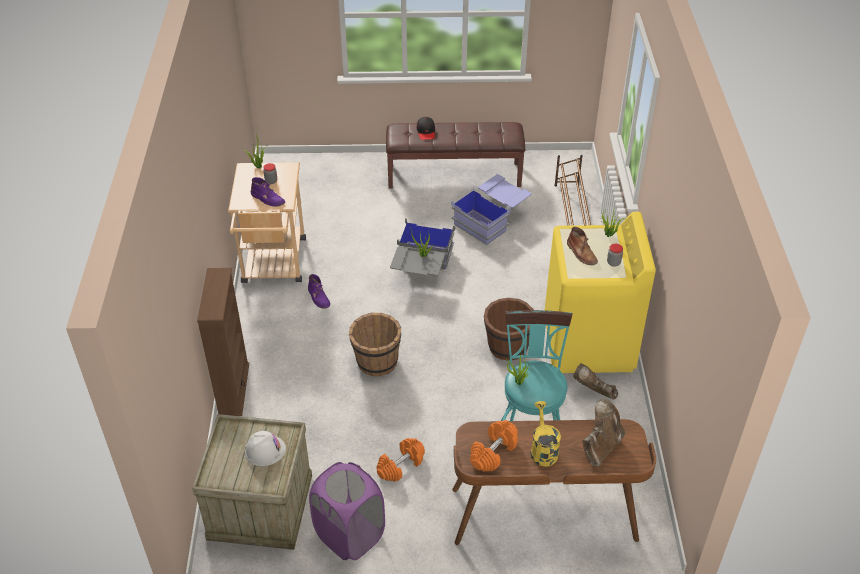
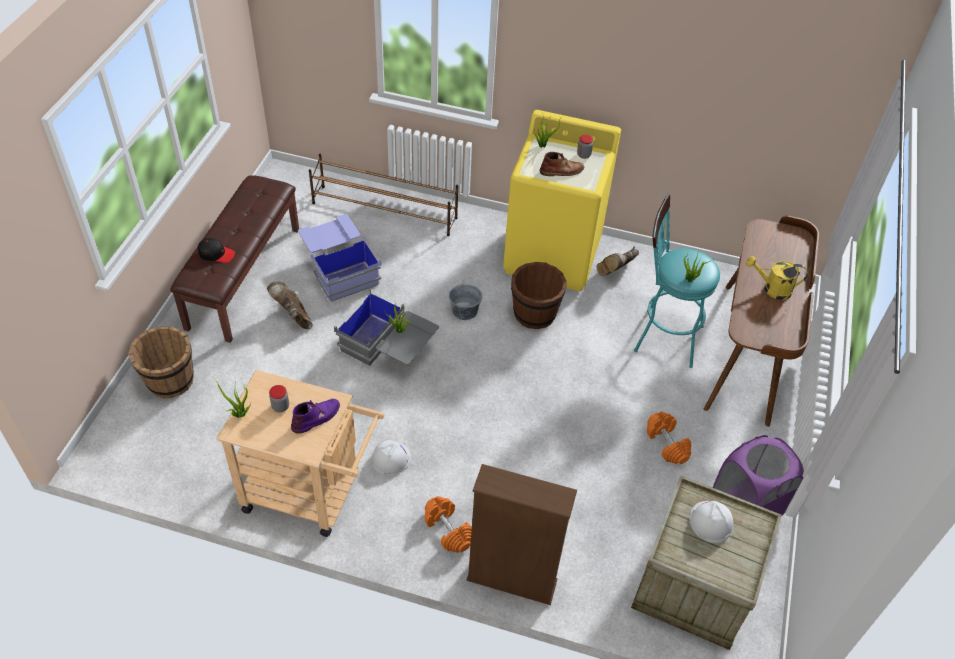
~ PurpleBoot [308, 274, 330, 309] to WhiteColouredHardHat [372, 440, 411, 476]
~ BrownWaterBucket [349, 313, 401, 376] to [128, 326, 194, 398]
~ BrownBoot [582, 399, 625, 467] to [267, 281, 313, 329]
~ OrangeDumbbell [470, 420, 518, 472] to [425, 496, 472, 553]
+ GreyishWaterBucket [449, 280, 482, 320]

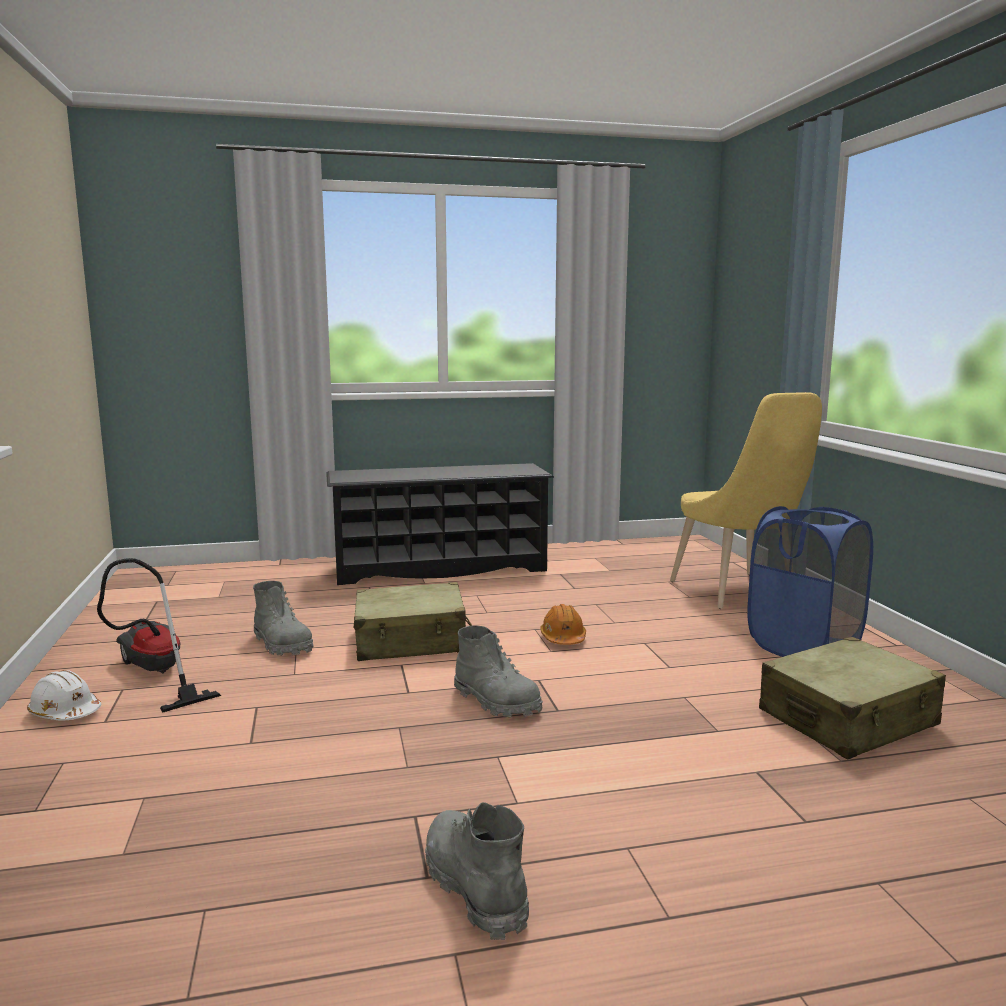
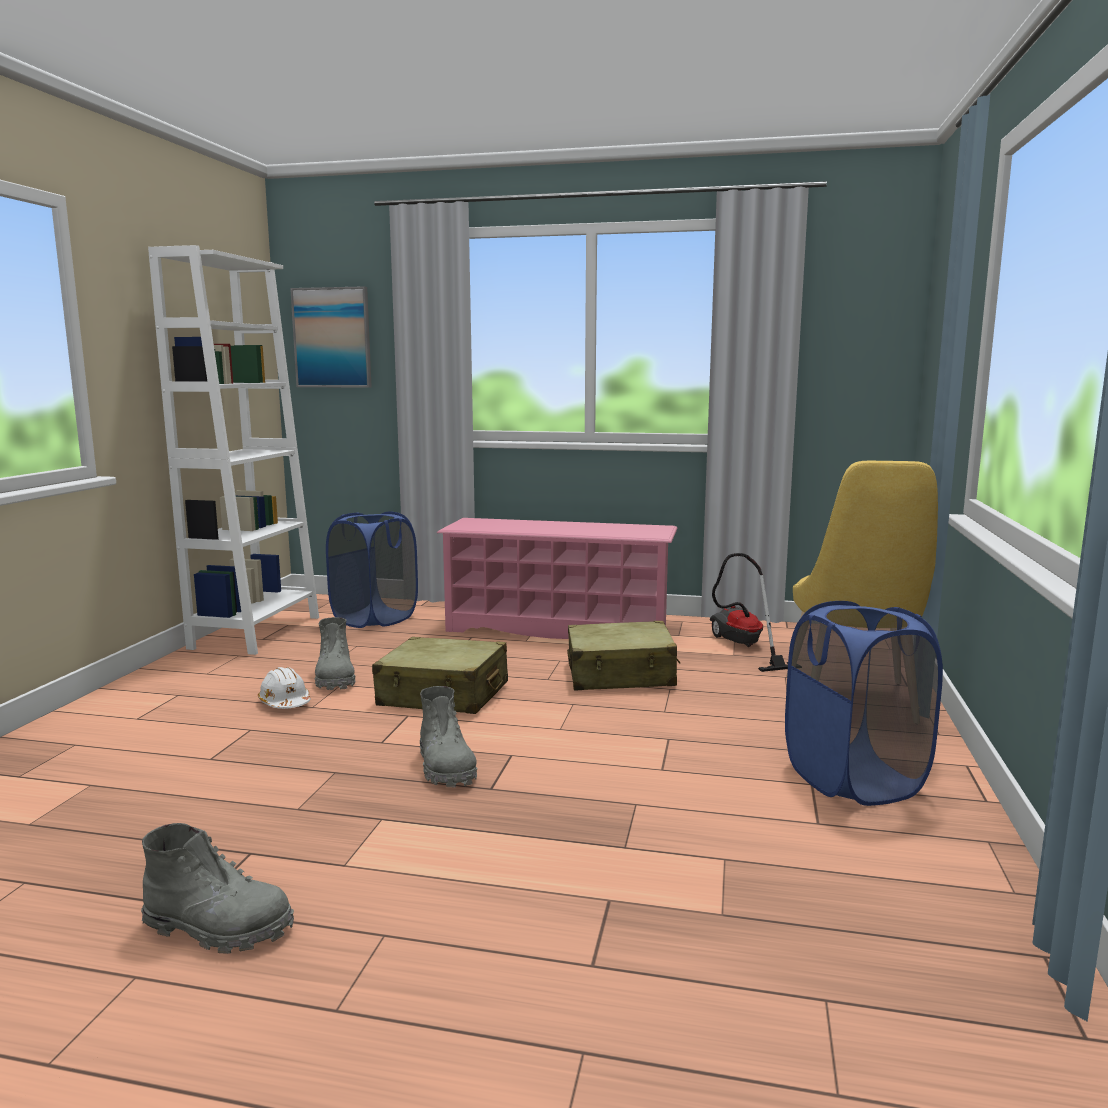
~ BlackishShoeStand [326, 463, 554, 585] to PinkShoeStand [437, 518, 678, 639]
~ Vacuum [97, 558, 221, 713] to [710, 553, 788, 672]
- OrangeHardHat [540, 604, 586, 645]
~ BeigePieceOfLuggage [759, 637, 946, 759] to [567, 621, 680, 691]
~ WhiteColouredHardHat [27, 670, 101, 720] to [258, 667, 311, 709]
~ GreyishBoot [425, 802, 529, 940] = [141, 823, 294, 954] 105 degrees clockwise
+ WhiteColouredBookshelf [148, 245, 319, 655]
+ WallArt [290, 286, 372, 388]
+ BluishLaundryBasket [326, 512, 418, 628]

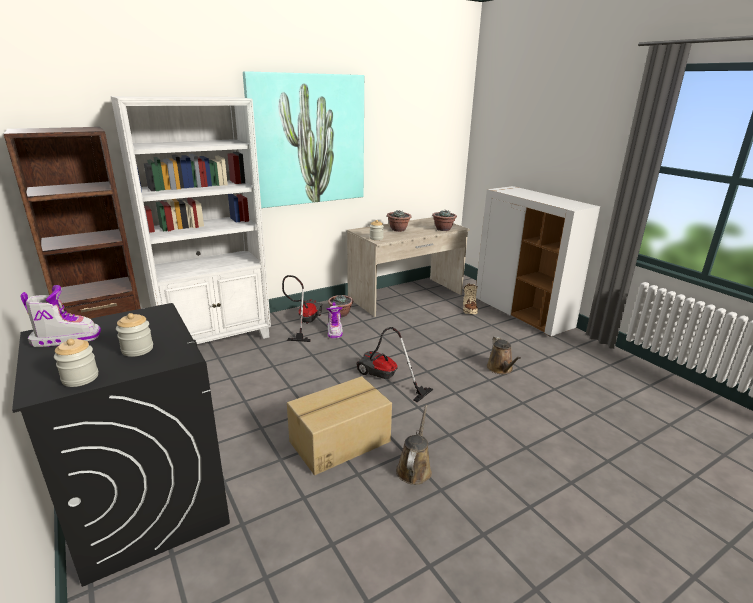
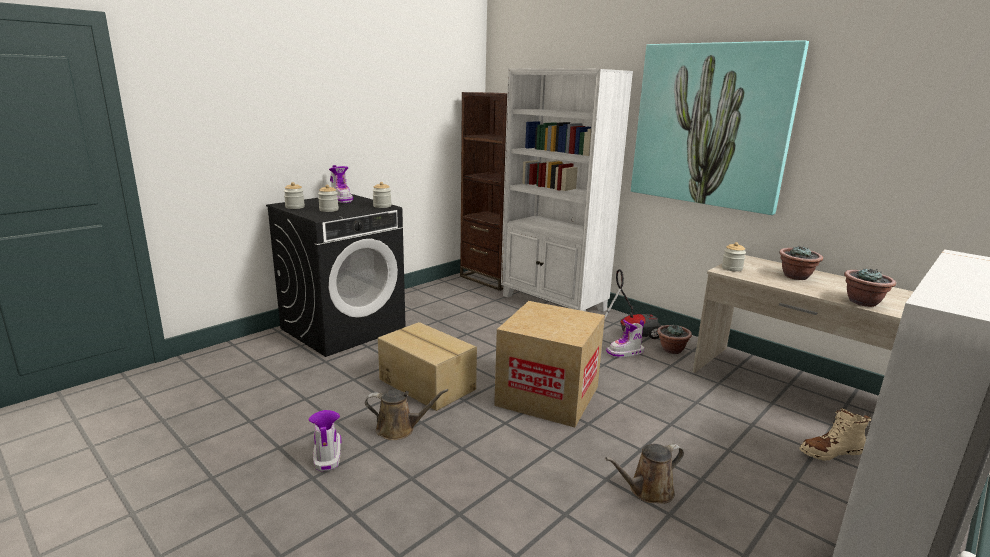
~ Vacuum [356, 327, 433, 403] to CardboardBox [494, 301, 605, 427]
+ StorageJar [373, 182, 391, 208]
+ Boot [309, 410, 341, 471]

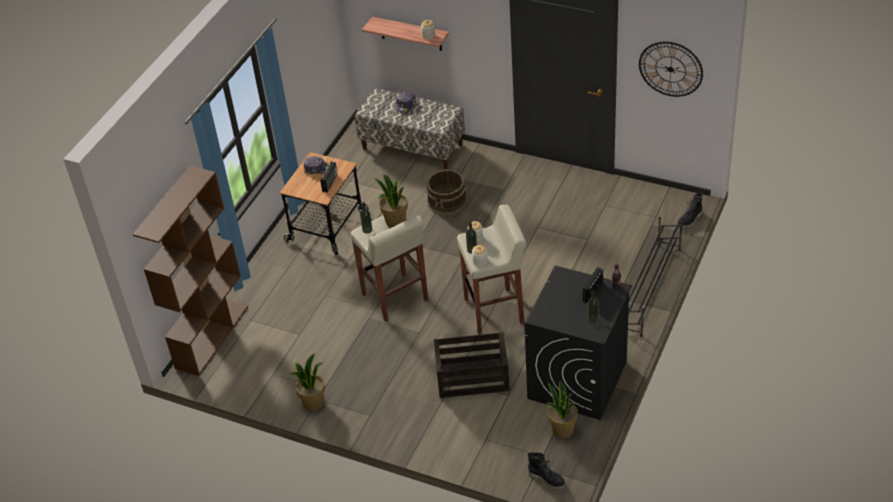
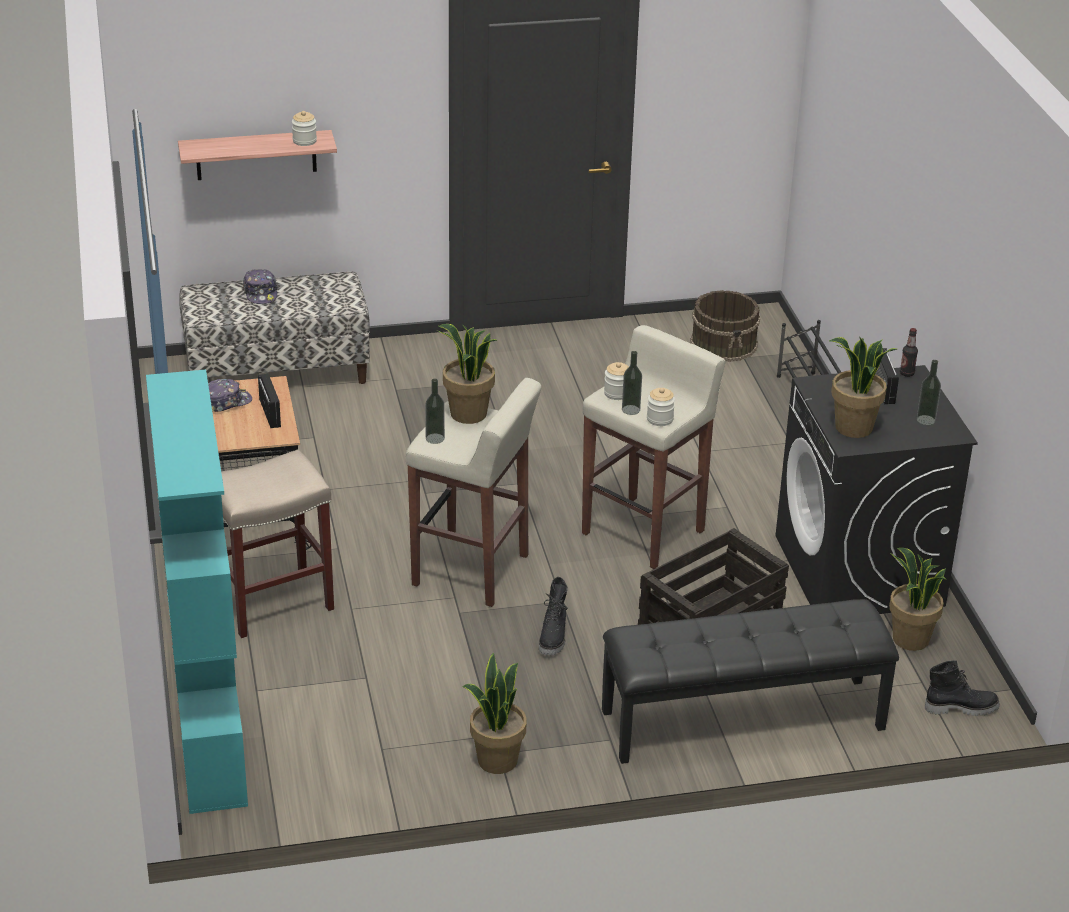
- HangingClock [639, 42, 703, 97]
~ BrownBookshelf [133, 166, 248, 376] to TurquoiseBookshelf [146, 370, 248, 814]
~ BrownWaterBucket [426, 169, 467, 215] to [690, 290, 760, 362]
~ BlackishBoot [677, 193, 703, 228] to [539, 577, 568, 656]
+ Houseplant [829, 336, 897, 438]
+ BeigeStool [221, 449, 334, 638]
+ BlackishBench [602, 599, 899, 764]

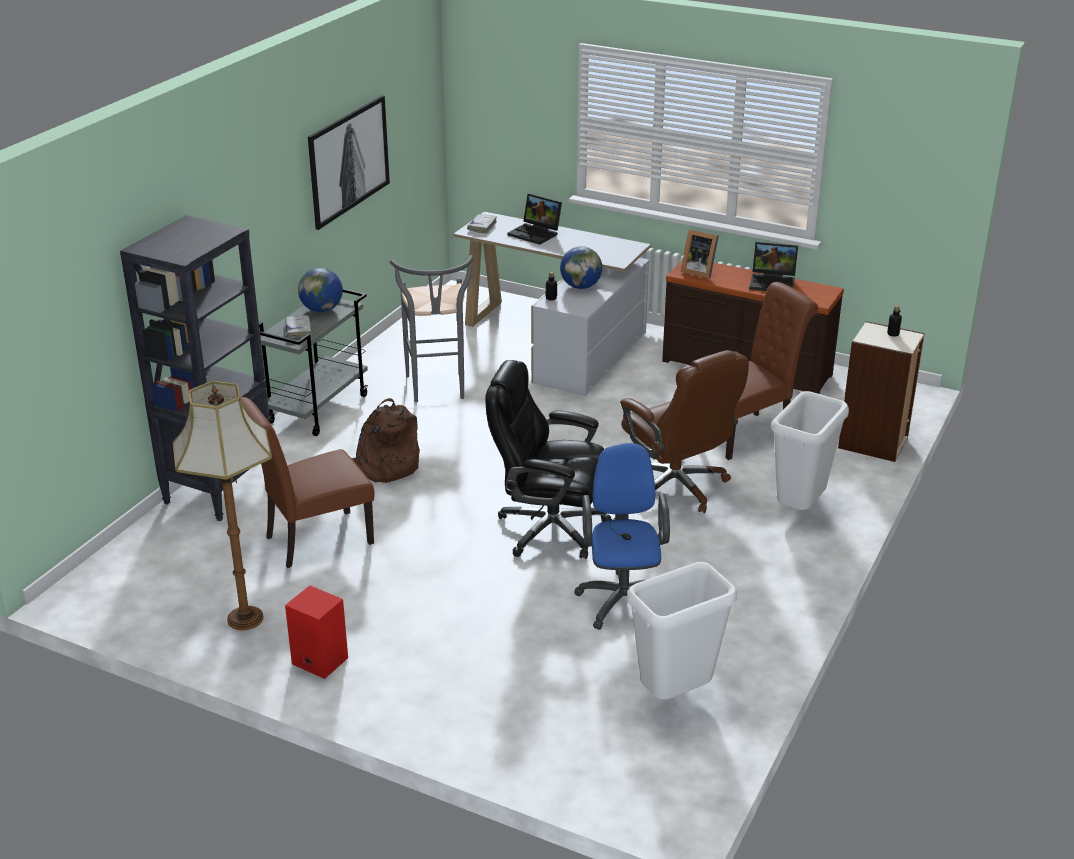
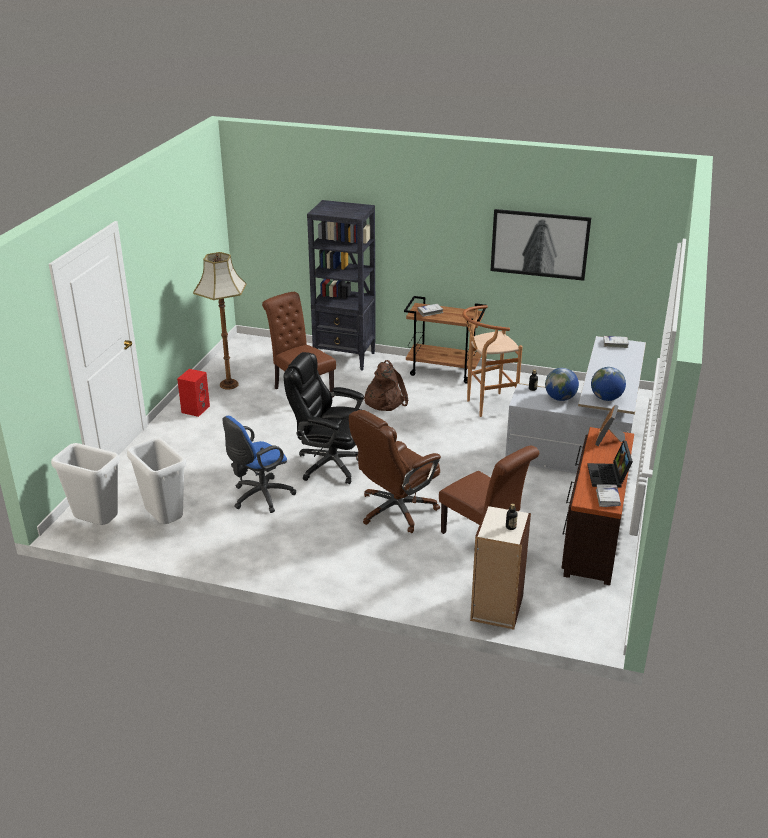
- PortableComputer [508, 193, 562, 245]
~ GreyishStool [390, 255, 474, 402] to BrownStool [462, 305, 523, 417]
~ DeskGlobe [298, 268, 343, 312] to [591, 367, 626, 401]
~ GreyishWheeledCart [259, 289, 368, 436] to BrownWheeledCart [404, 296, 486, 384]
~ BlackishDeskChair [485, 360, 611, 559] = [284, 352, 364, 484] 75 degrees counterclockwise
~ WhiteColouredRubbishBin [771, 391, 849, 510] to [51, 443, 120, 525]
~ BluishDeskChair [574, 443, 670, 630] = [223, 416, 296, 513] 150 degrees clockwise
+ WhiteColouredBook [596, 484, 621, 507]

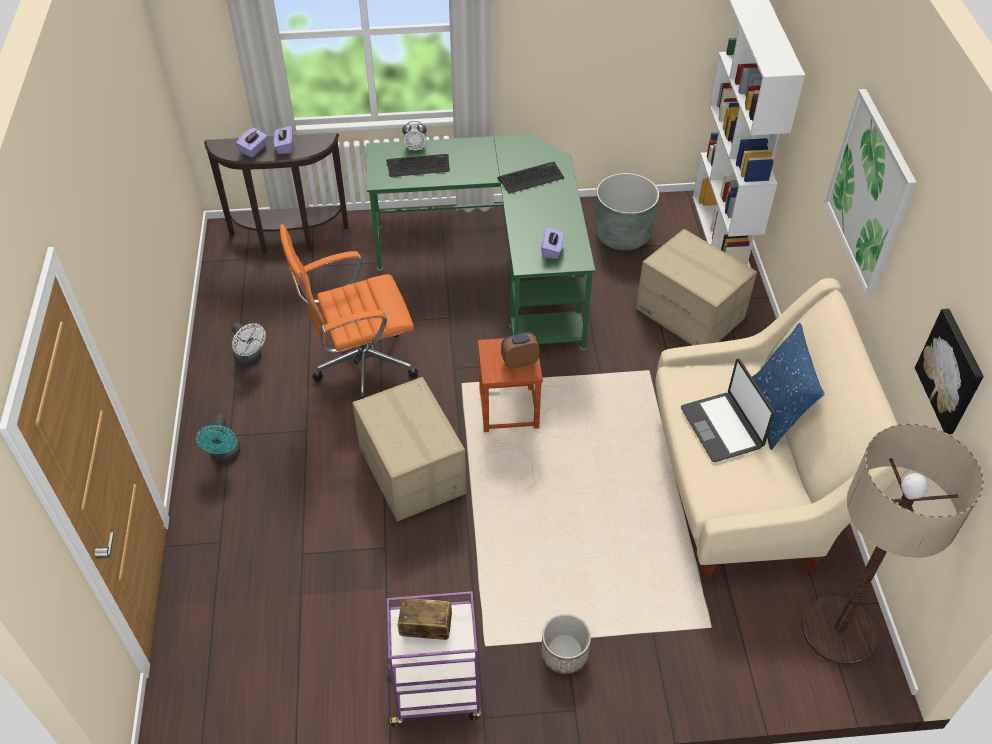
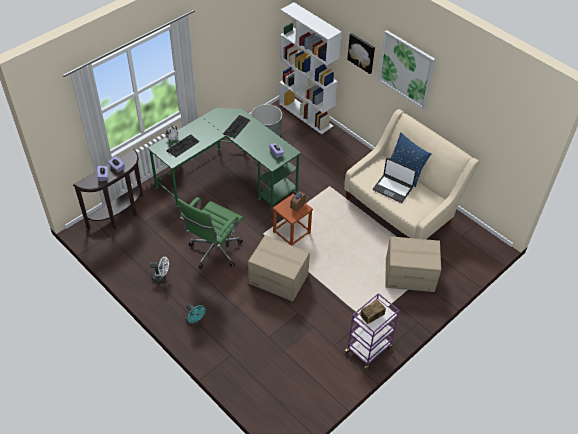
~ OrangeDeskChair [280, 224, 418, 399] to GreenDeskChair [177, 197, 243, 269]
~ CardboardBox [636, 229, 757, 345] to [385, 236, 441, 292]
~ WallArt [915, 309, 984, 434] to [347, 33, 375, 74]
- StandardLamp [801, 424, 983, 665]
- PlantPot [541, 614, 591, 674]

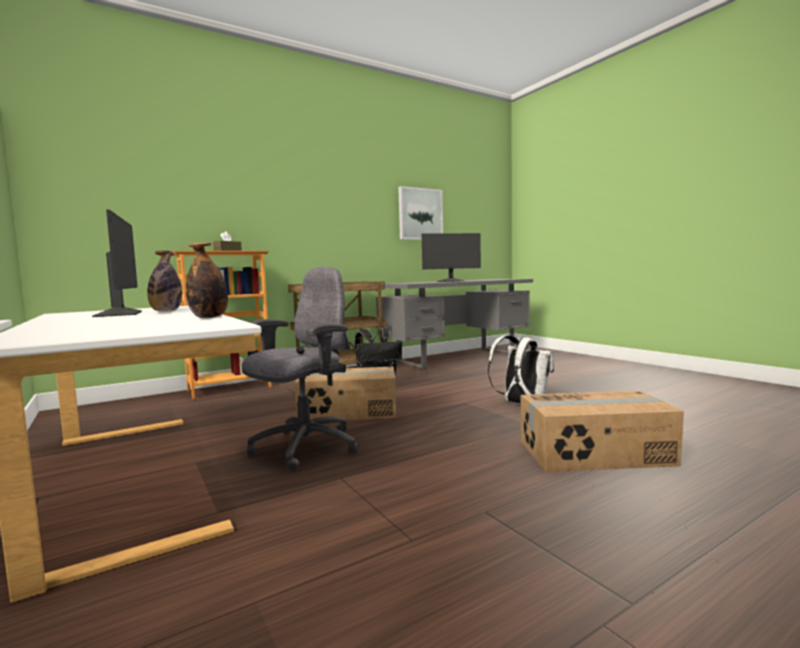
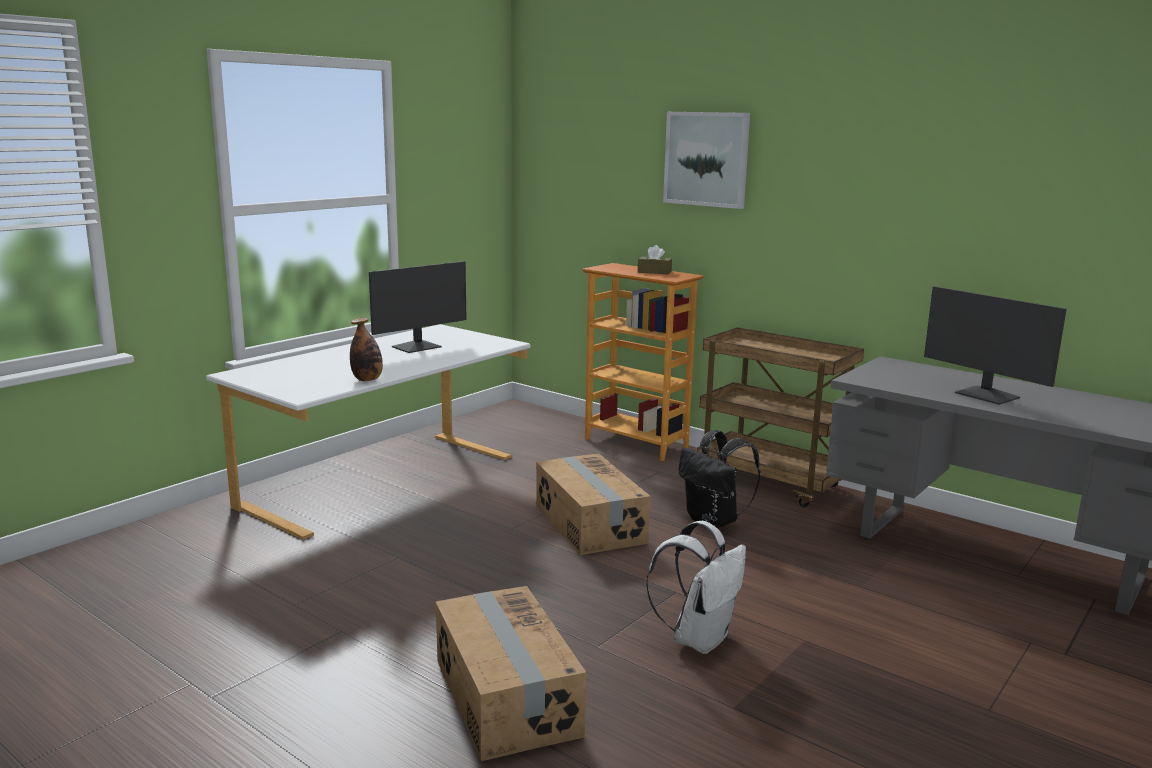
~ WallArt [398, 186, 443, 240] to [663, 112, 750, 209]
- BeverageBottle [148, 251, 182, 311]
- GreyishDeskChair [242, 266, 359, 471]

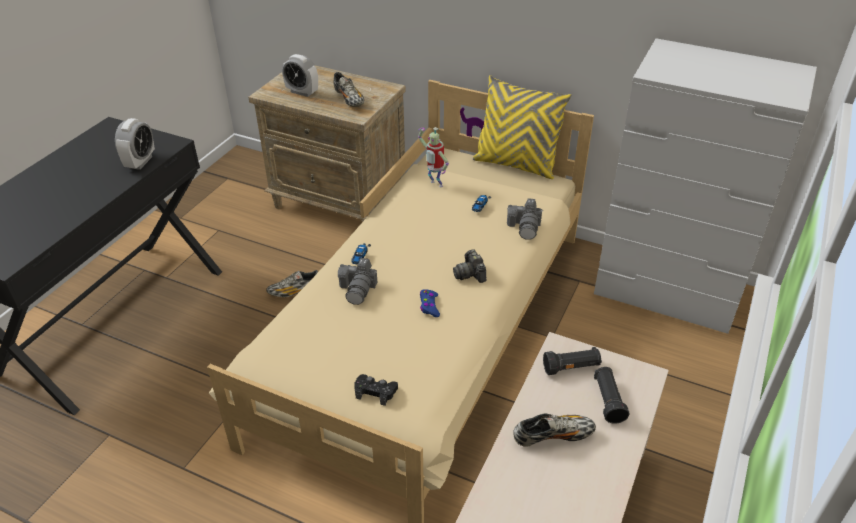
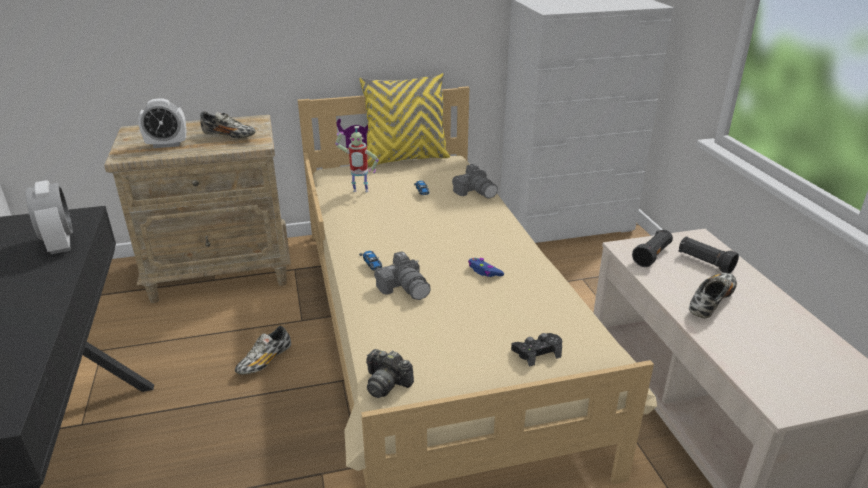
~ PhotoCamera [453, 249, 486, 283] to [366, 349, 414, 398]

